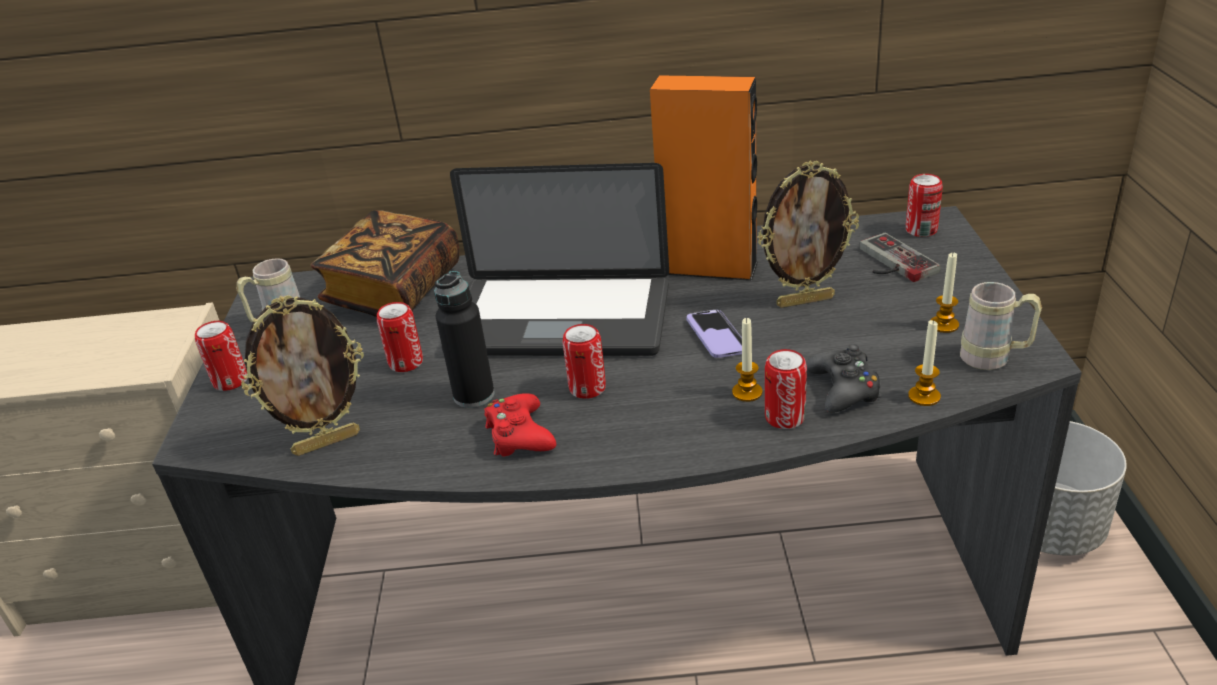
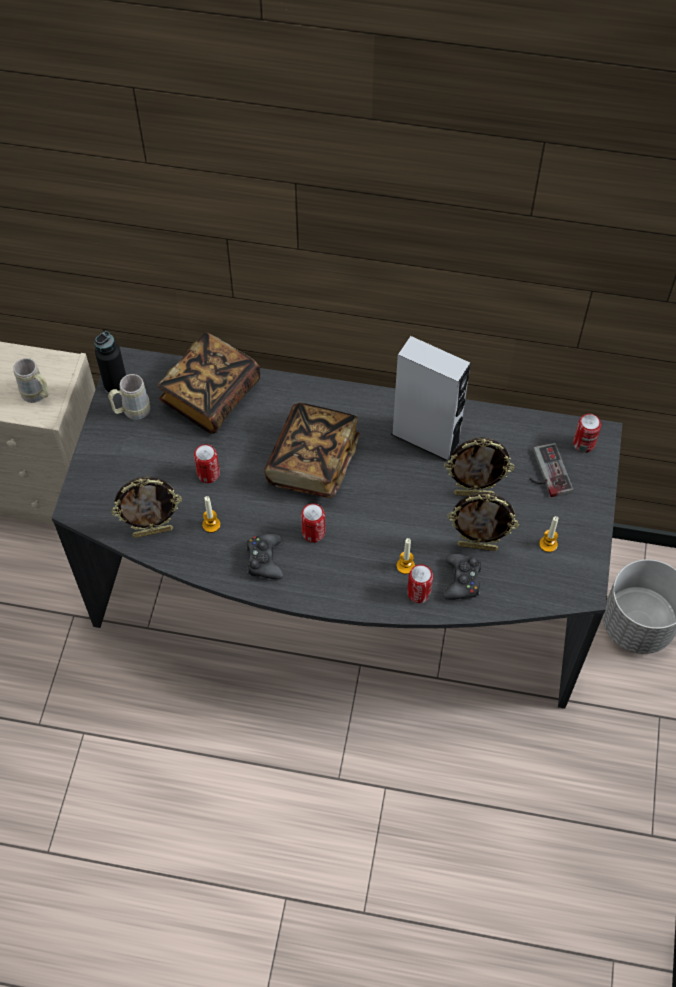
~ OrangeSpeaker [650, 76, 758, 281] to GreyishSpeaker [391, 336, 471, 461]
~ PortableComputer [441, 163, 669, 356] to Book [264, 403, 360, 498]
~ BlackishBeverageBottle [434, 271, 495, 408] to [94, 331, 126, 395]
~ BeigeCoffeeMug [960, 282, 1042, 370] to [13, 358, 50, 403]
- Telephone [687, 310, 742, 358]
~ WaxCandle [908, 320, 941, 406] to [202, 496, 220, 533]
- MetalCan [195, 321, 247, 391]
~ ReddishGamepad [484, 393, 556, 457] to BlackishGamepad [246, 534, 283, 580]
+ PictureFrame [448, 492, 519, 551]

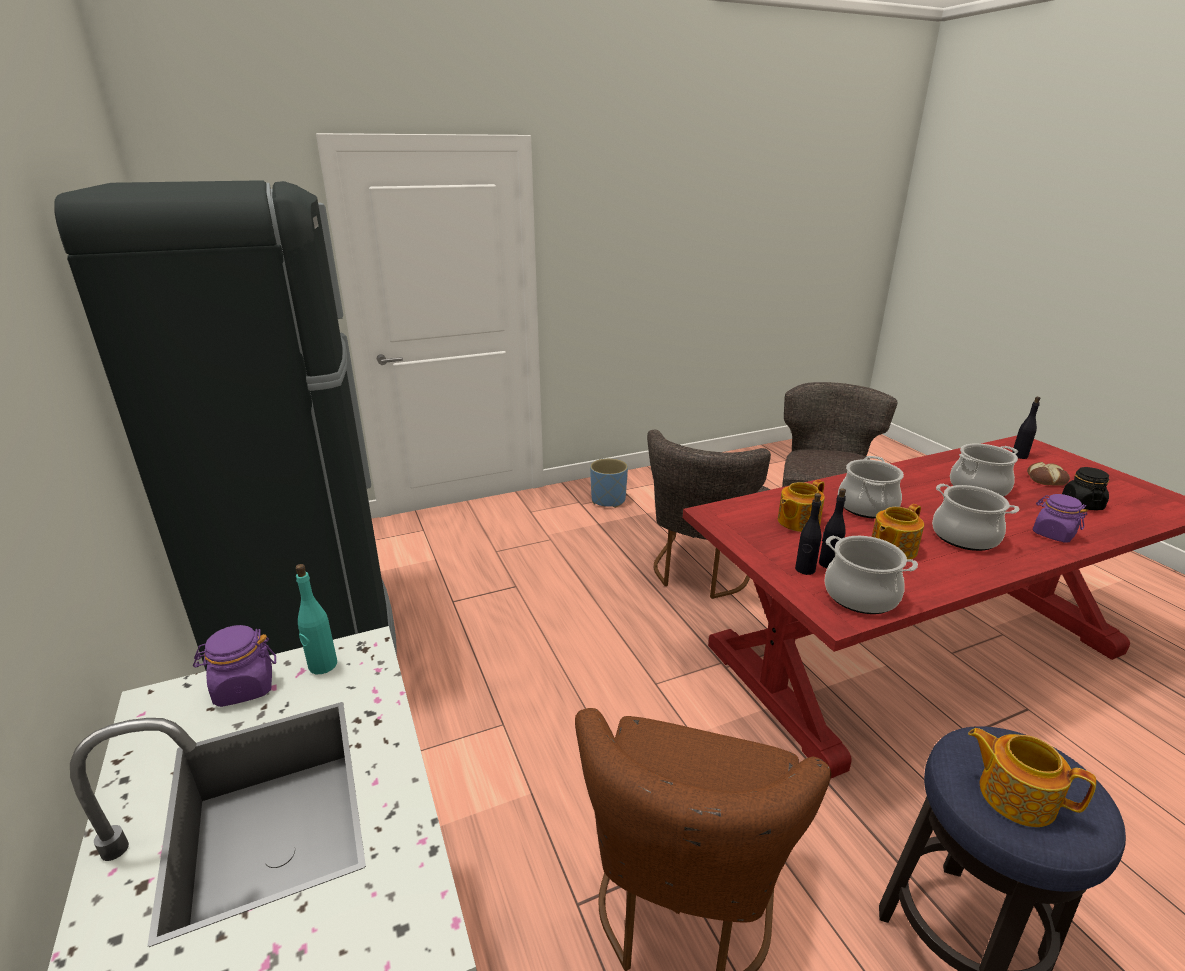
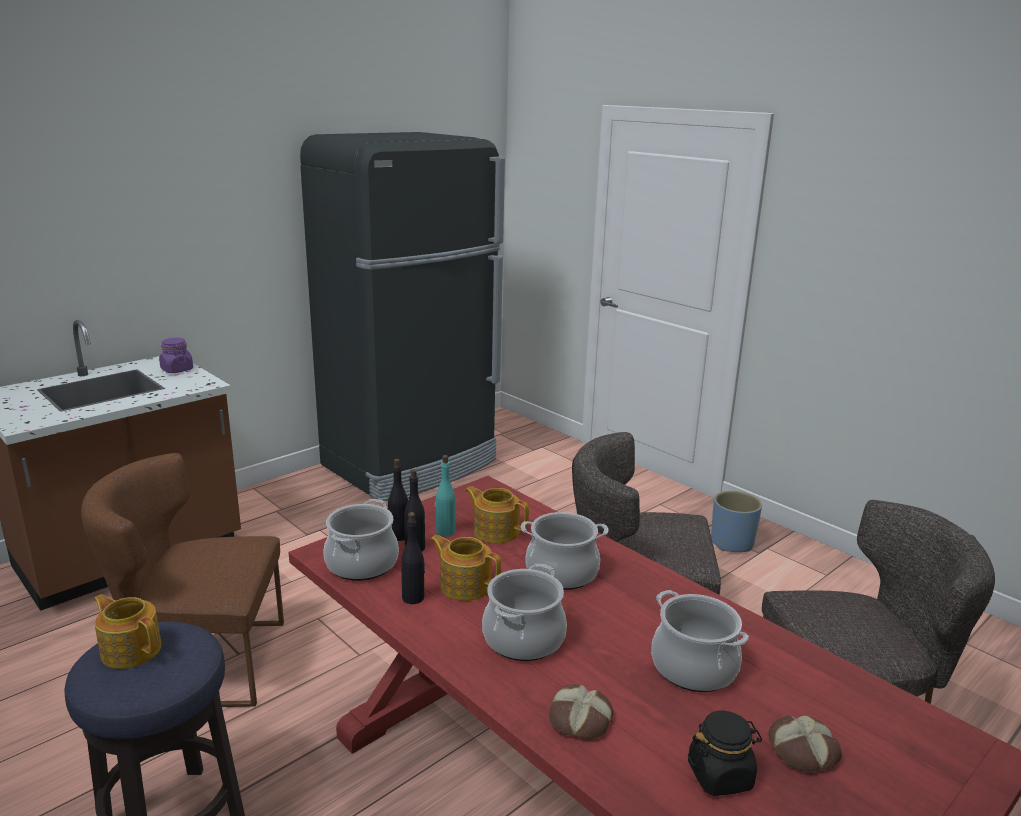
~ BlackishBeverageBottle [1012, 397, 1040, 459] to [401, 512, 425, 604]
~ PurpleStorageJar [1033, 494, 1088, 542] to Bread [549, 684, 614, 739]
~ TurquoiseBeverageBottle [295, 564, 337, 674] to [435, 455, 455, 536]
~ PotForTea [968, 728, 1096, 827] = [94, 594, 161, 669] 75 degrees counterclockwise

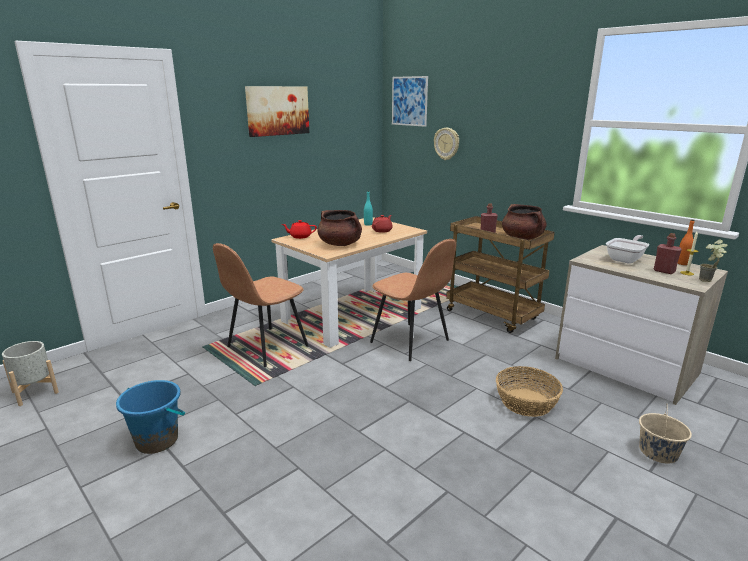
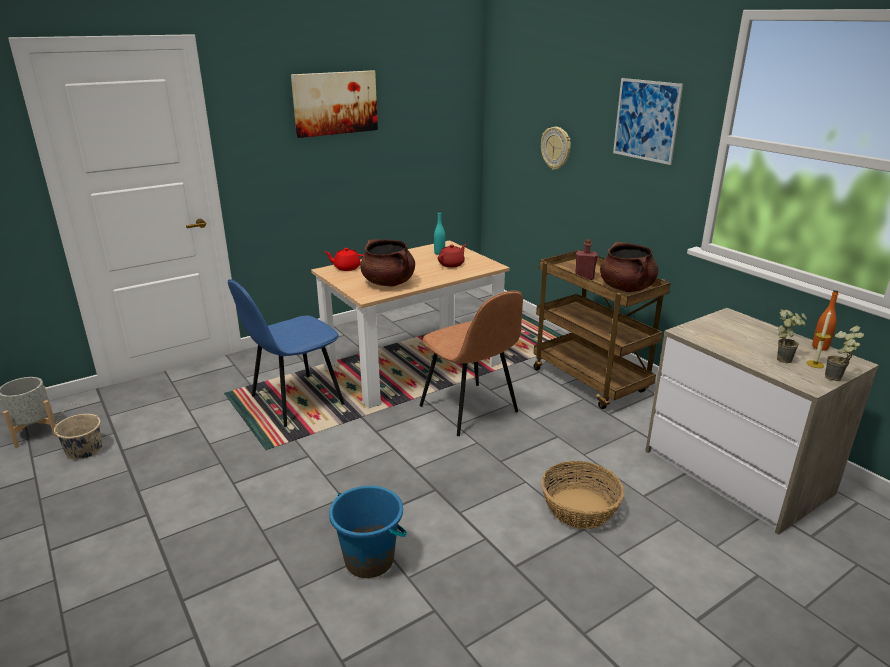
~ WallArt [392, 76, 428, 127] to [613, 78, 683, 165]
~ ReddishBeverageBottle [654, 233, 682, 274] to Houseplant [777, 309, 807, 363]
- FryingPan [606, 235, 649, 264]
~ BrownUprightChair [213, 243, 308, 367] to BluishUprightChair [228, 279, 345, 427]
~ BluishWaterBucket [116, 380, 185, 454] to [329, 486, 407, 578]
~ BeigeWaterBucket [639, 404, 692, 464] to [54, 404, 102, 459]

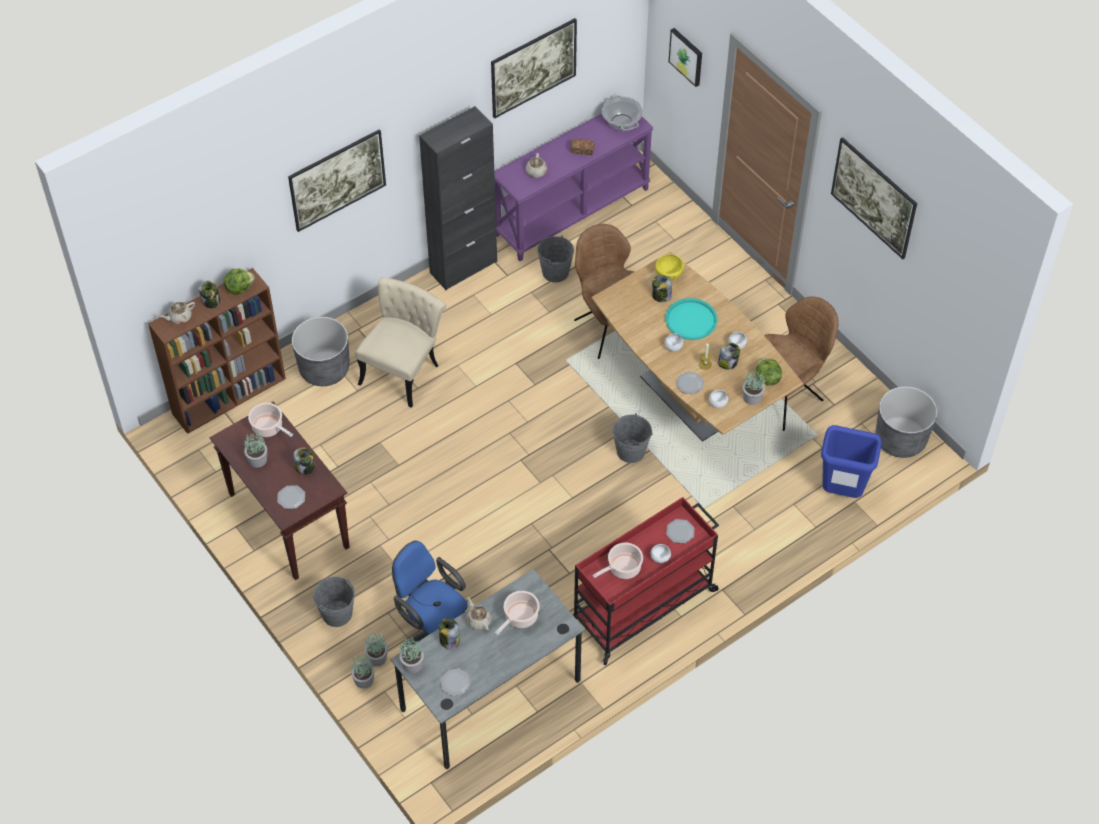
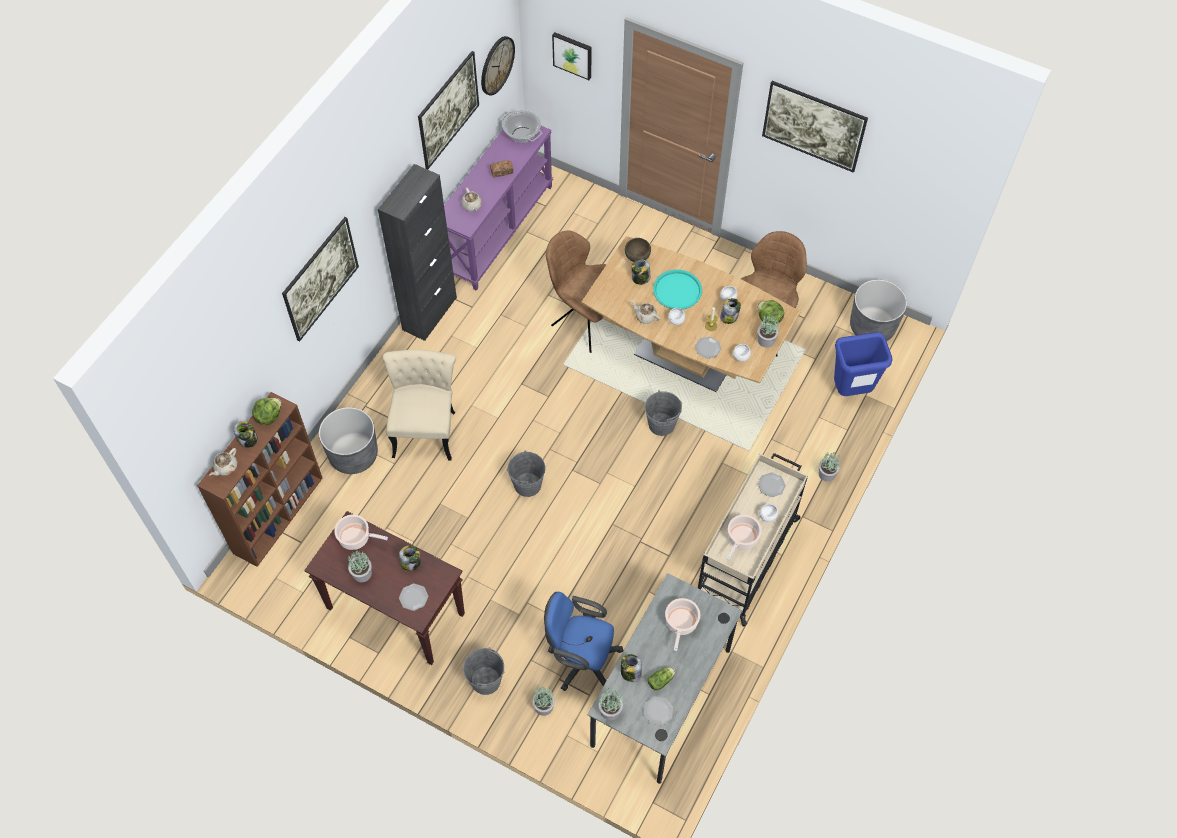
~ GreyishWaterBucket [537, 235, 574, 283] to [507, 450, 546, 497]
~ YellowColouredDeepDish [655, 254, 684, 280] to BrownDeepDish [625, 238, 651, 262]
~ ReddishWheeledCart [572, 497, 719, 665] to BeigeWheeledCart [698, 453, 808, 627]
~ BeigePotForTea [466, 597, 492, 631] to [631, 300, 660, 324]
~ Houseplant [351, 654, 374, 689] to [819, 452, 840, 482]
+ HangingClock [481, 36, 515, 96]
+ LettuceHead [647, 667, 675, 691]

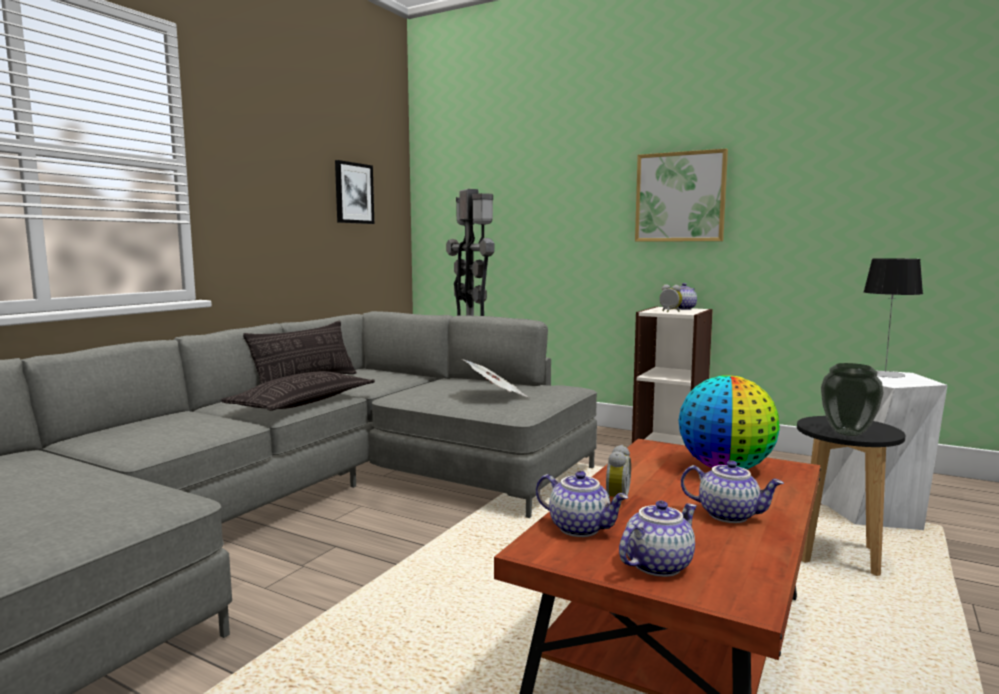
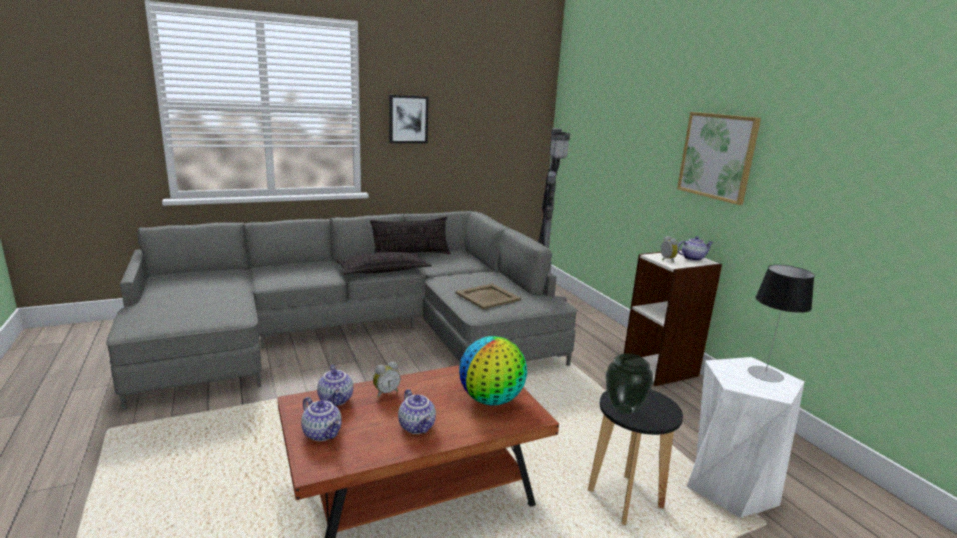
~ WallArt [335, 160, 374, 224] to [389, 95, 429, 144]
~ PrintedPaper [462, 359, 530, 398] to BeigeCarryingTray [455, 283, 521, 309]
~ PotForTea [619, 501, 697, 577] = [301, 397, 342, 441] 45 degrees clockwise

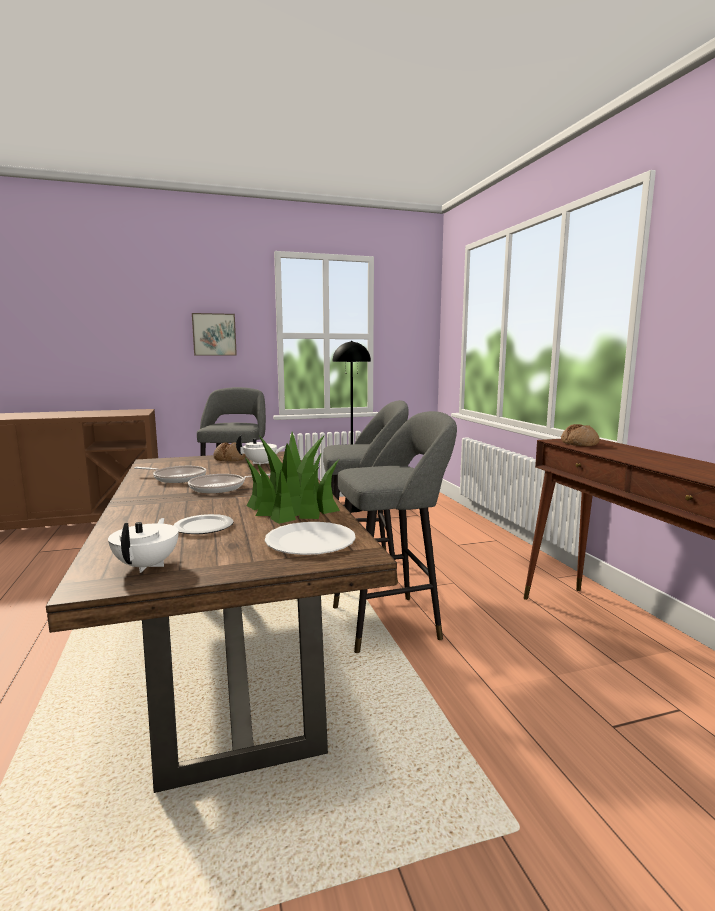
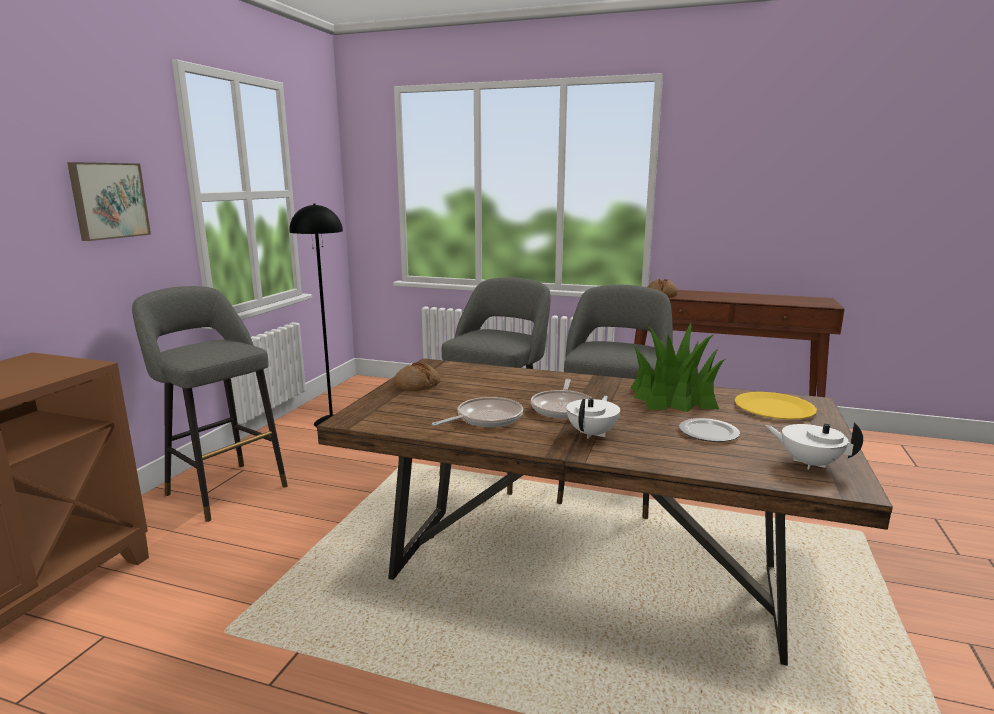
~ WhiteColouredPotForTea [236, 435, 286, 465] to [566, 396, 620, 439]
~ WhiteColouredPlate [265, 522, 356, 555] to YellowColouredPlate [734, 392, 817, 420]

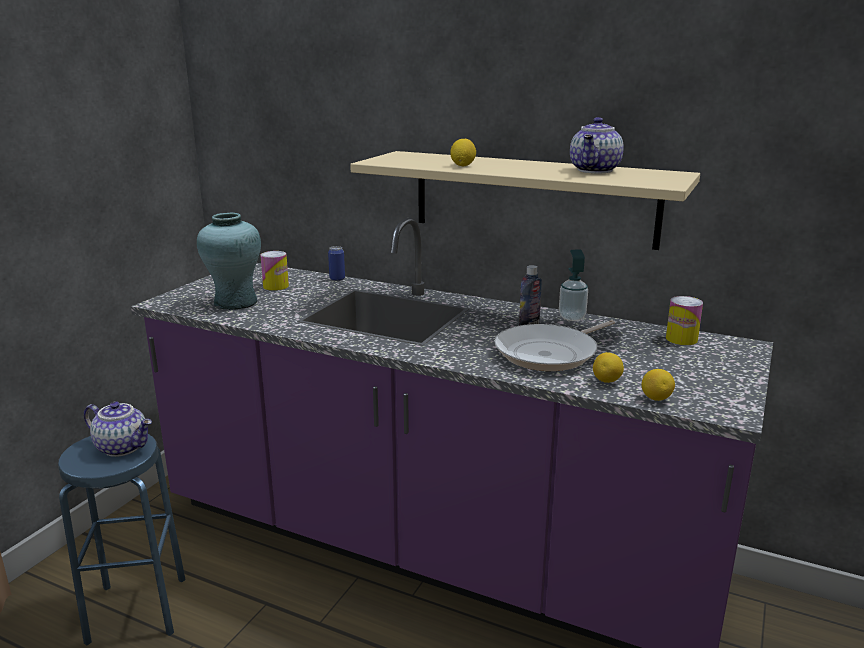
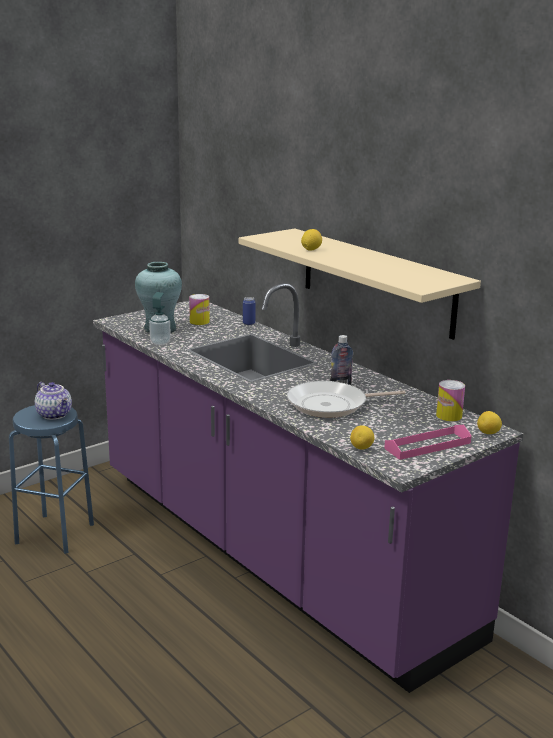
- PotForTea [570, 117, 624, 173]
~ LiquidSoapBottle [559, 249, 588, 321] to [149, 292, 171, 345]
~ CitrusFruit [593, 352, 624, 383] to [477, 411, 502, 434]
+ PinkCarryingTray [384, 425, 472, 460]

